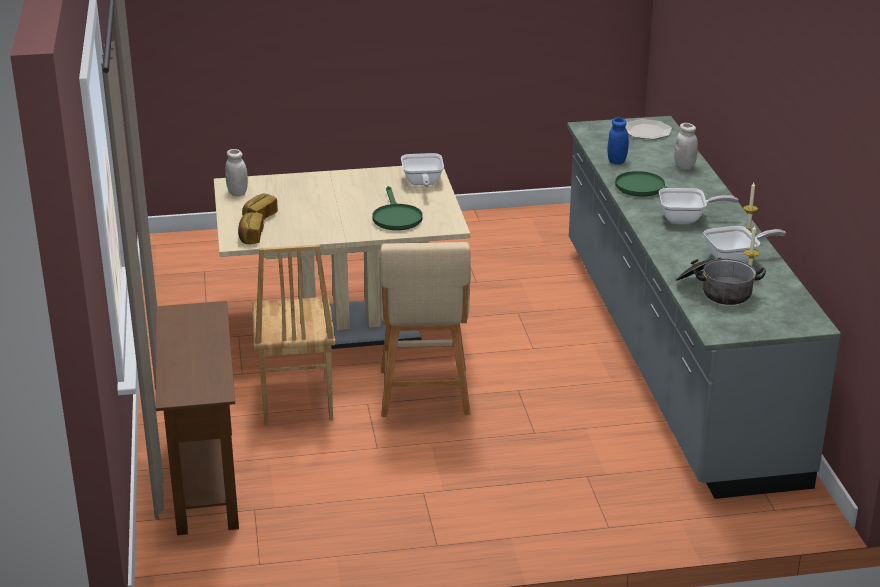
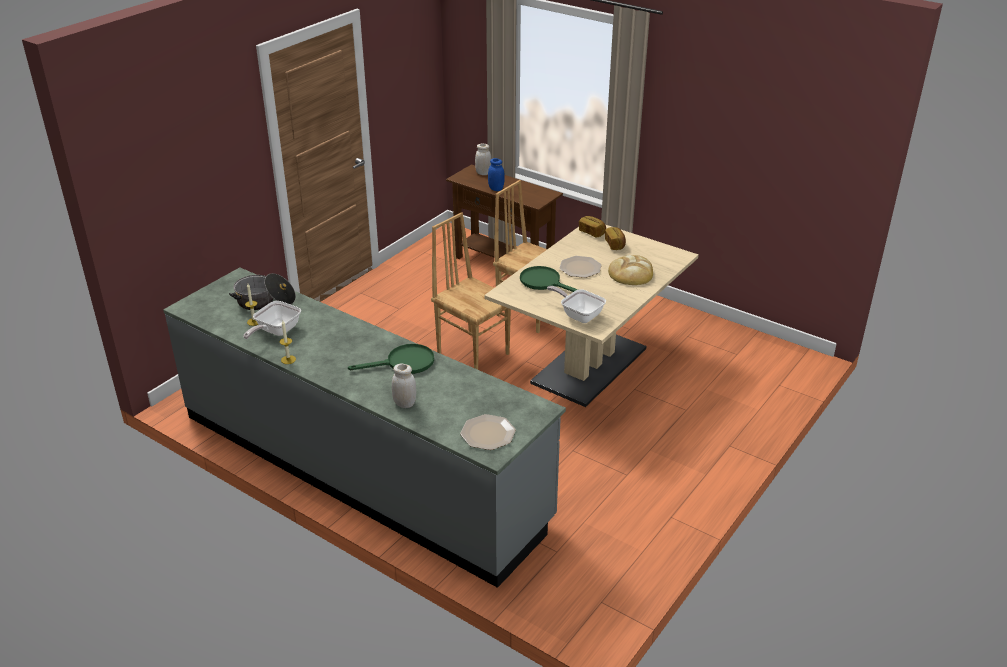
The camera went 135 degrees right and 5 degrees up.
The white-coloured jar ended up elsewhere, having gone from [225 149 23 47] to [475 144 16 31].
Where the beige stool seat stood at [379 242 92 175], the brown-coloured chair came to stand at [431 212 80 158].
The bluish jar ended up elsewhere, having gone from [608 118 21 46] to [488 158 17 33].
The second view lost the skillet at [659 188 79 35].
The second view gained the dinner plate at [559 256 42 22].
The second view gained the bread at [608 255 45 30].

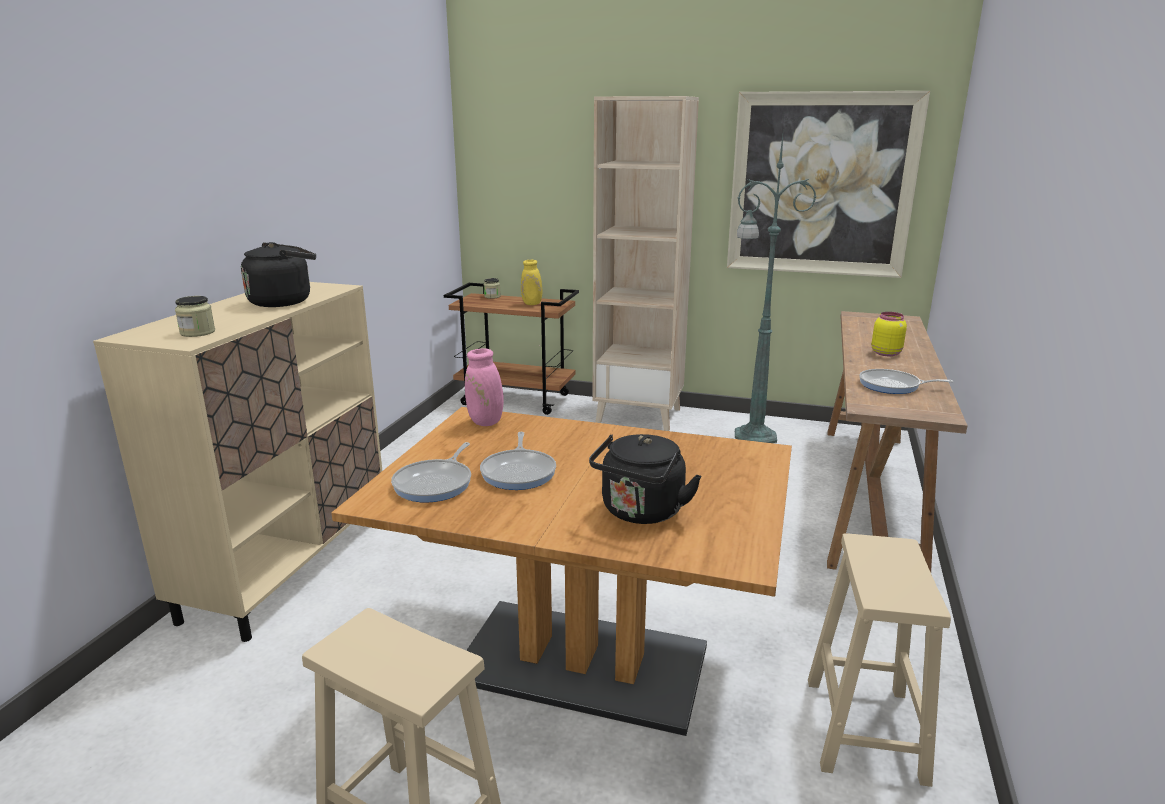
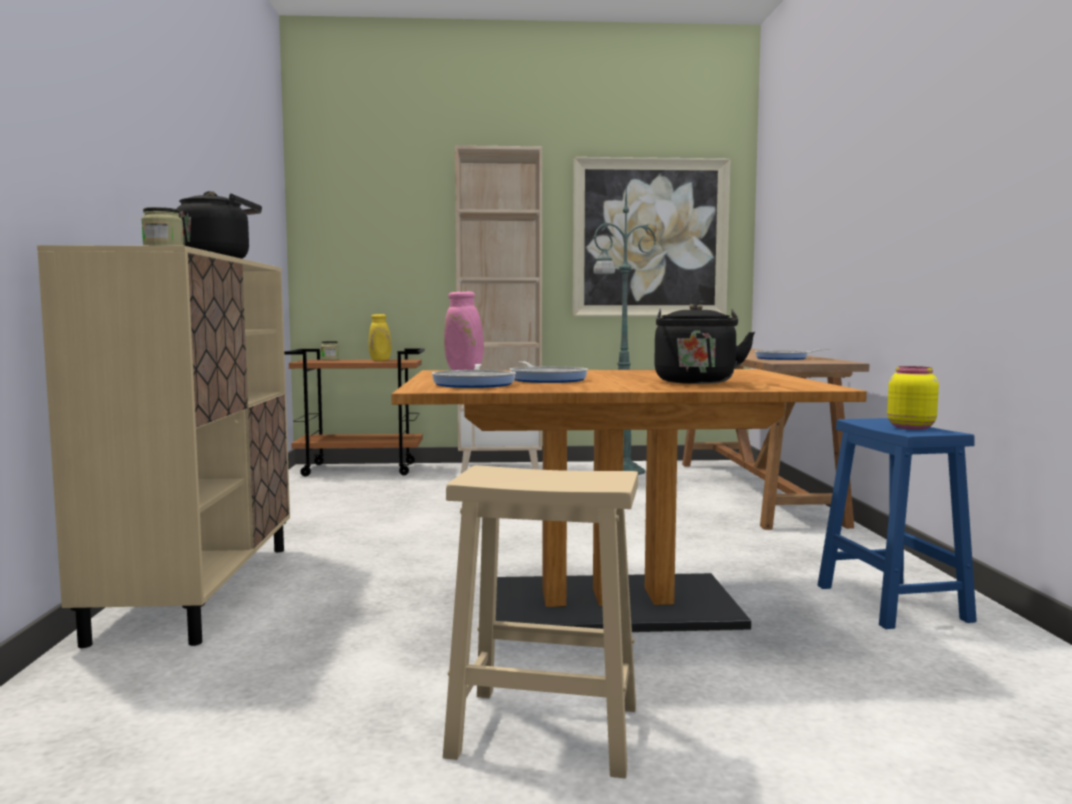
The camera went 20 degrees left and 15 degrees down.
What was the beige stool seat at [808 533 143 254] turned into the bluish stool seat at [818 418 159 211].
The yellowish jar ended up elsewhere, having gone from [871 312 36 44] to [887 366 52 64].

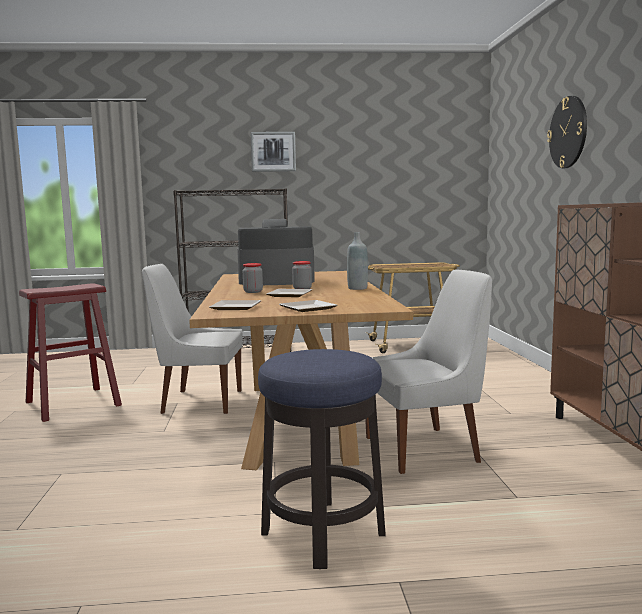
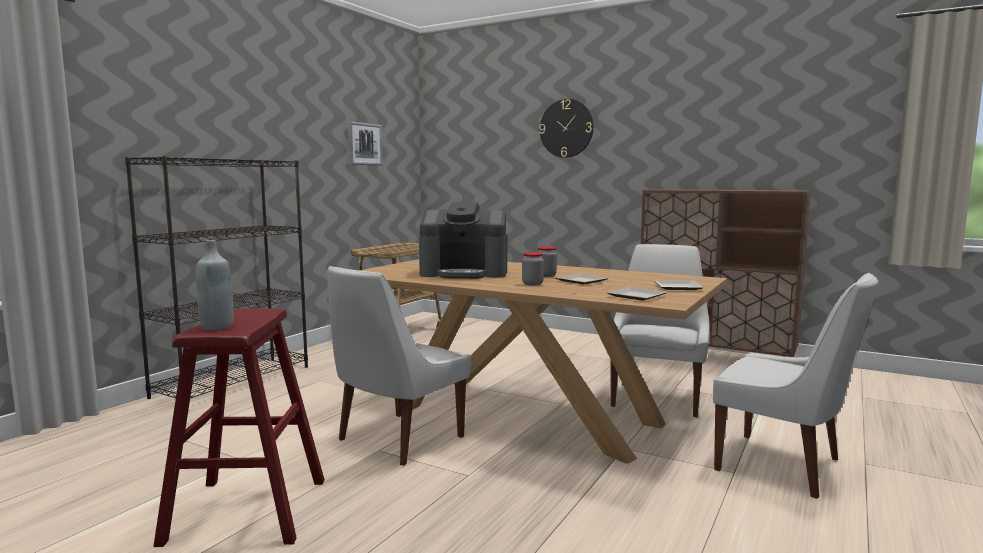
The camera went 55 degrees left and 0 degrees up.
The coffee brewer at [237 219 78 66] ended up facing another way, 120 degrees counterclockwise from before.
The wall picture ended up elsewhere, having gone from [250 132 46 40] to [348 121 35 44].
Where the stool seat stood at [258 349 128 220], the white-coloured chair came to stand at [713 273 165 226].
The grey drink bottle ended up elsewhere, having gone from [347 232 21 58] to [196 240 37 90].

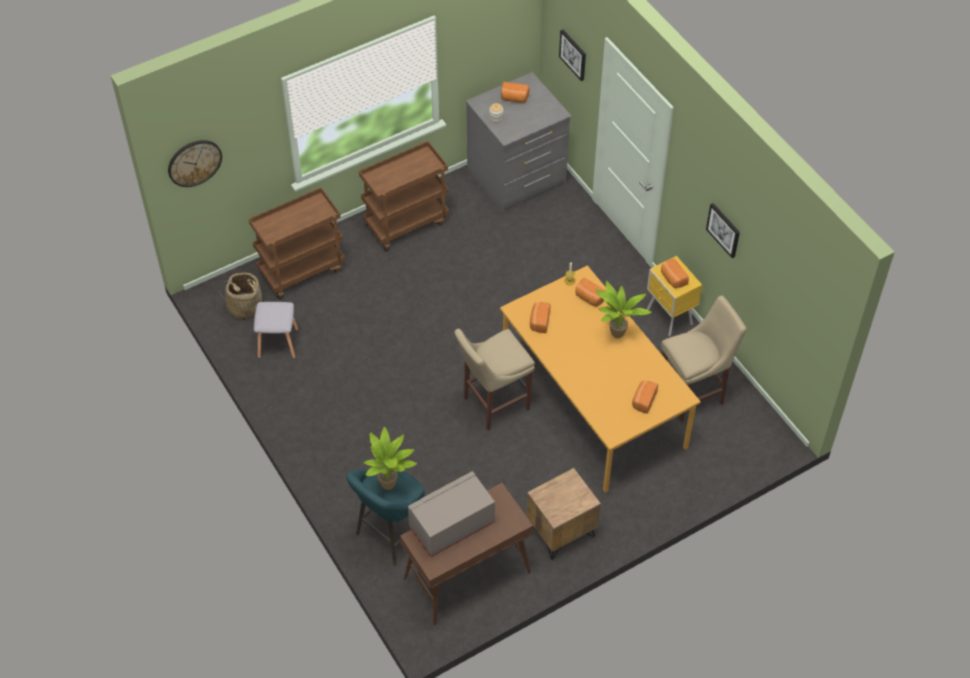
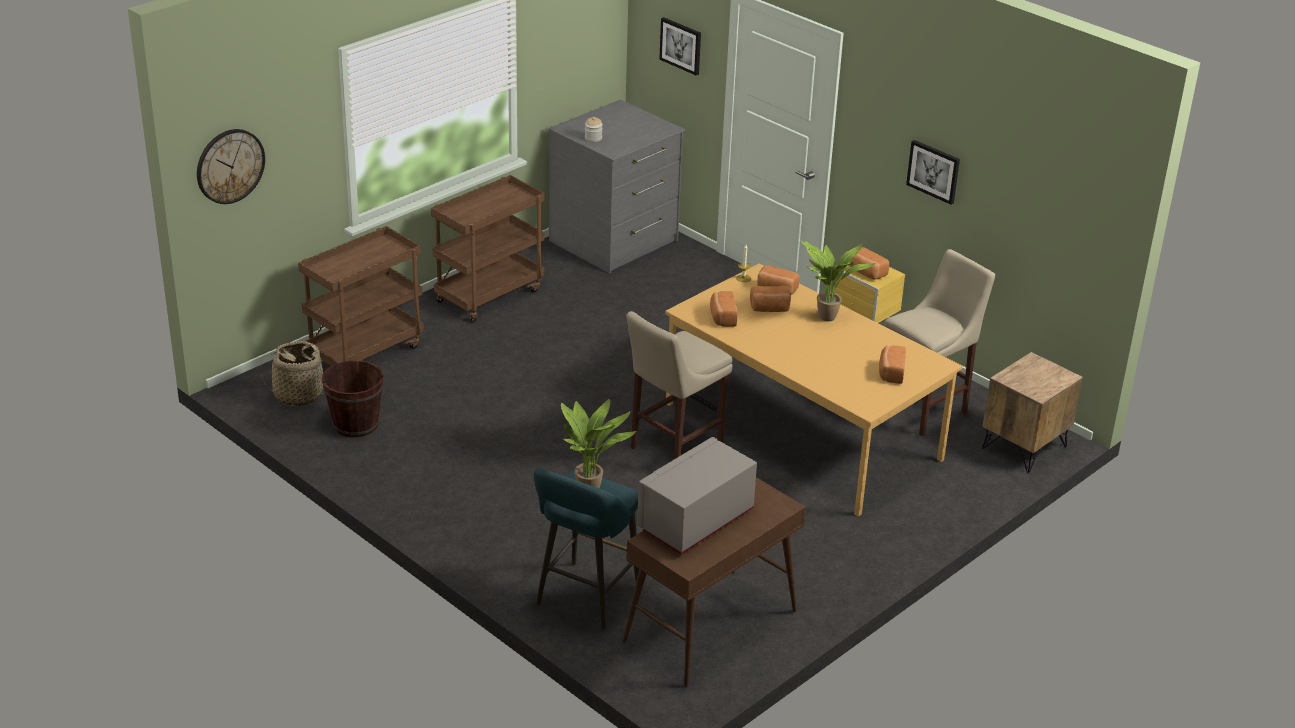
The camera went 15 degrees left and 20 degrees down.
Where the grey stool seat stood at [254 302 44 57], the brown-coloured bucket came to stand at [322 360 61 77].
The bread ended up elsewhere, having gone from [501 82 29 21] to [750 286 41 26].
The brown-coloured nightstand ended up elsewhere, having gone from [526 468 75 92] to [982 352 101 121].

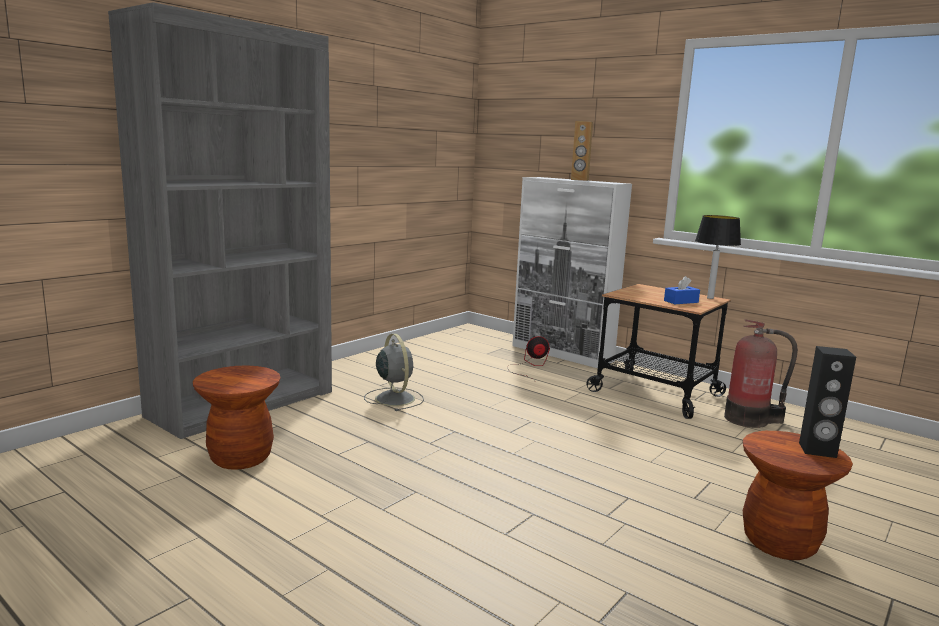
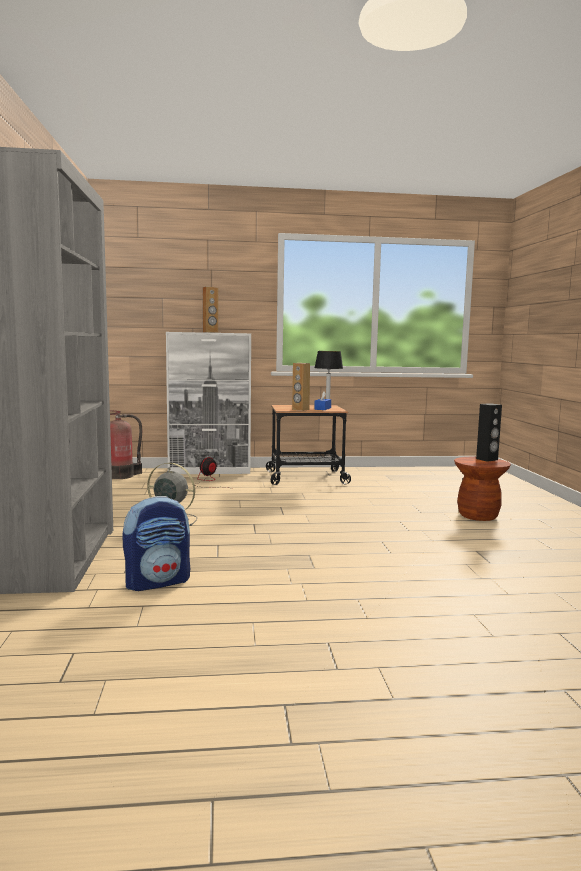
The camera went 45 degrees left and 5 degrees down.
Where the brown-coloured stool seat stood at [193 365 88 105], the backpack came to stand at [122 496 68 95].
The fire-fighting cylinder ended up elsewhere, having gone from [724 319 74 109] to [110 410 32 69].
The second view gained the brown-coloured audio speaker at [292 363 18 48].

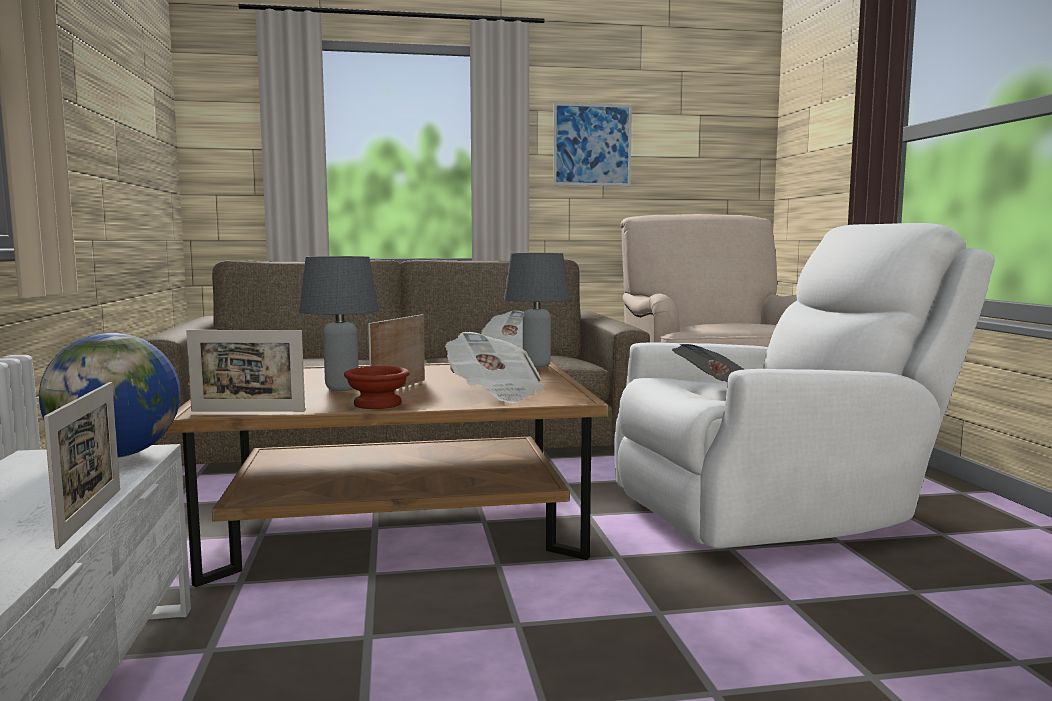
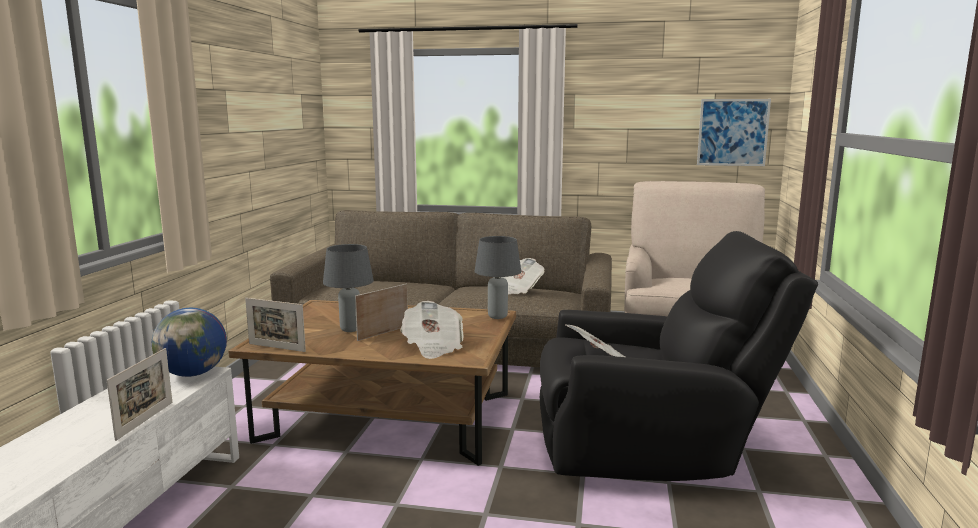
The camera went 20 degrees right and 5 degrees up.
The second view lost the brown-coloured serving bowl at [344 366 66 43].
The wall picture ended up elsewhere, having gone from [553 103 79 83] to [697 99 74 67].
What was the white-coloured lounge chair at [614 223 381 325] turned into the black lounge chair at [540 231 278 250].

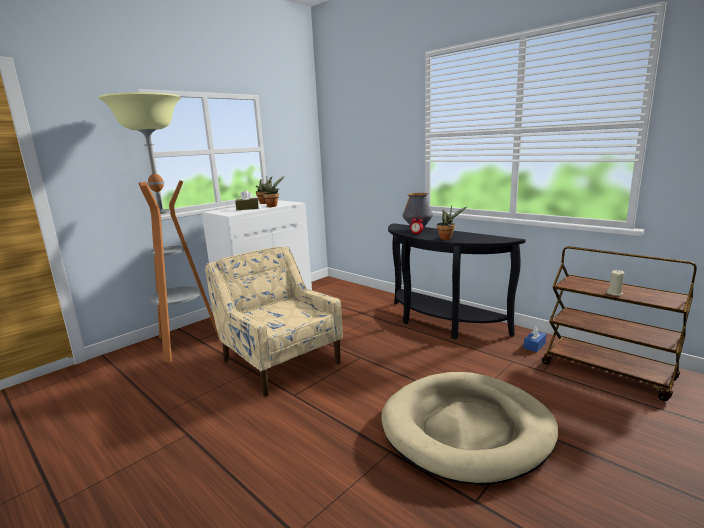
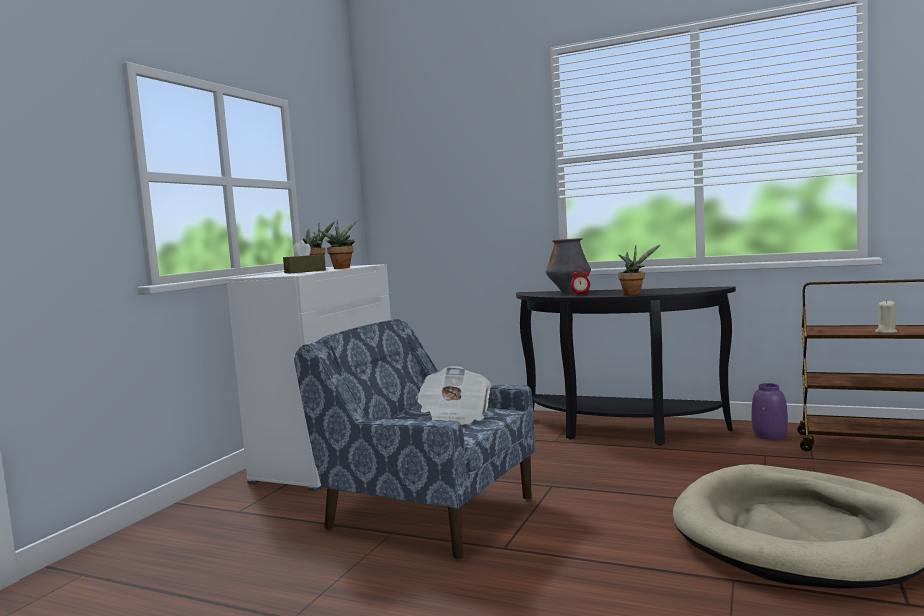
The camera went 20 degrees left and 10 degrees down.
The second view lost the standing lamp at [98 92 121 271].
What was the beige lounge chair at [205 246 138 151] turned into the bluish lounge chair at [294 319 241 240].
Where the bluish tissue holder stood at [523 326 23 26], the purple vase came to stand at [751 383 37 57].
The second view gained the newspaper at [416 366 75 59].

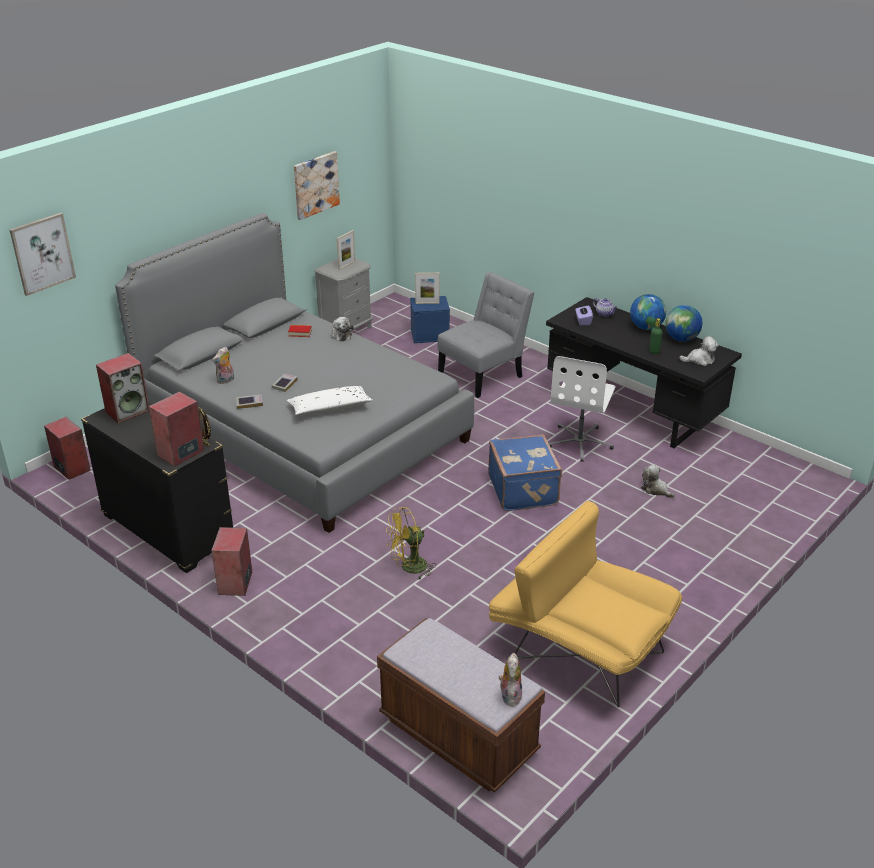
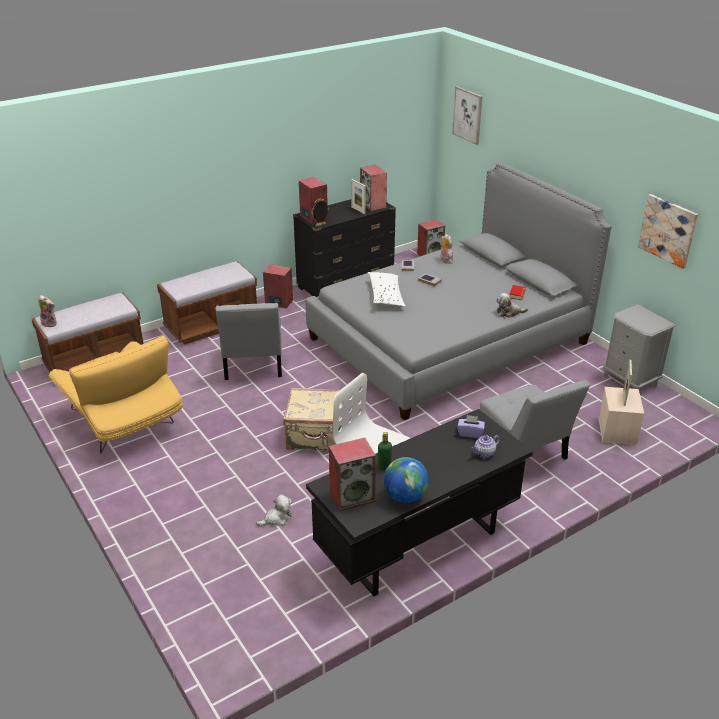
The camera went 105 degrees right and 0 degrees up.
The photo frame ended up elsewhere, having gone from [337 230 18 40] to [351 179 15 35].
Where the yellowish cooling fan stood at [386 507 50 73], the grey chair came to stand at [216 303 66 77].
What was the bluish storage box at [410 296 40 47] turned into the beige storage box at [598 387 46 58].
What was the bluish travel case at [488 434 74 77] turned into the beige travel case at [283 388 59 63].
The yellowish lounge chair at [489 501 193 206] ended up facing another way, 90 degrees clockwise from before.
The second view lost the globe at [630 294 36 36].
Where the cuddly toy stood at [679 336 40 30], the audio speaker came to stand at [329 438 47 73].
The second view gained the brown-coloured bench at [157 261 100 84].

